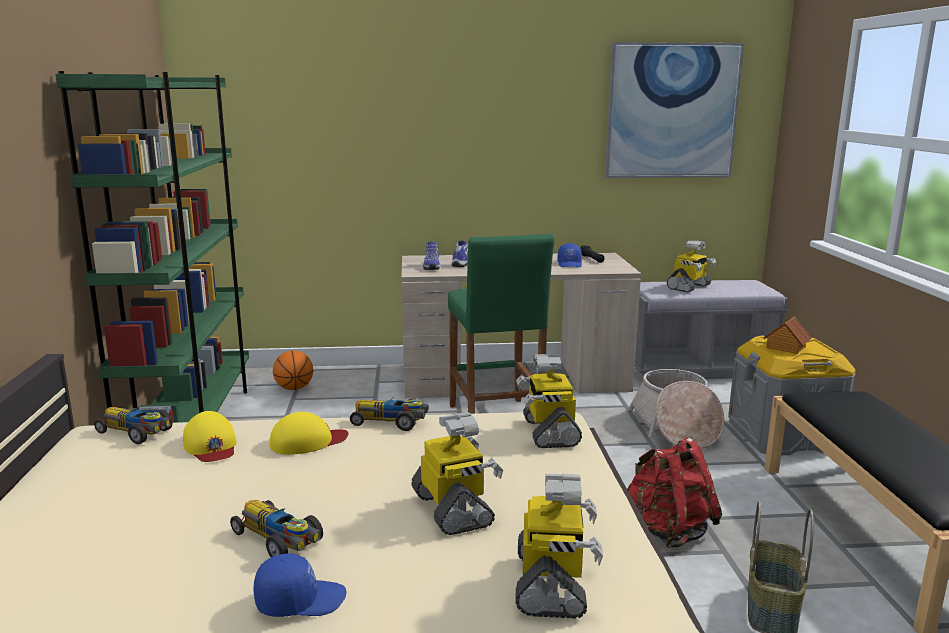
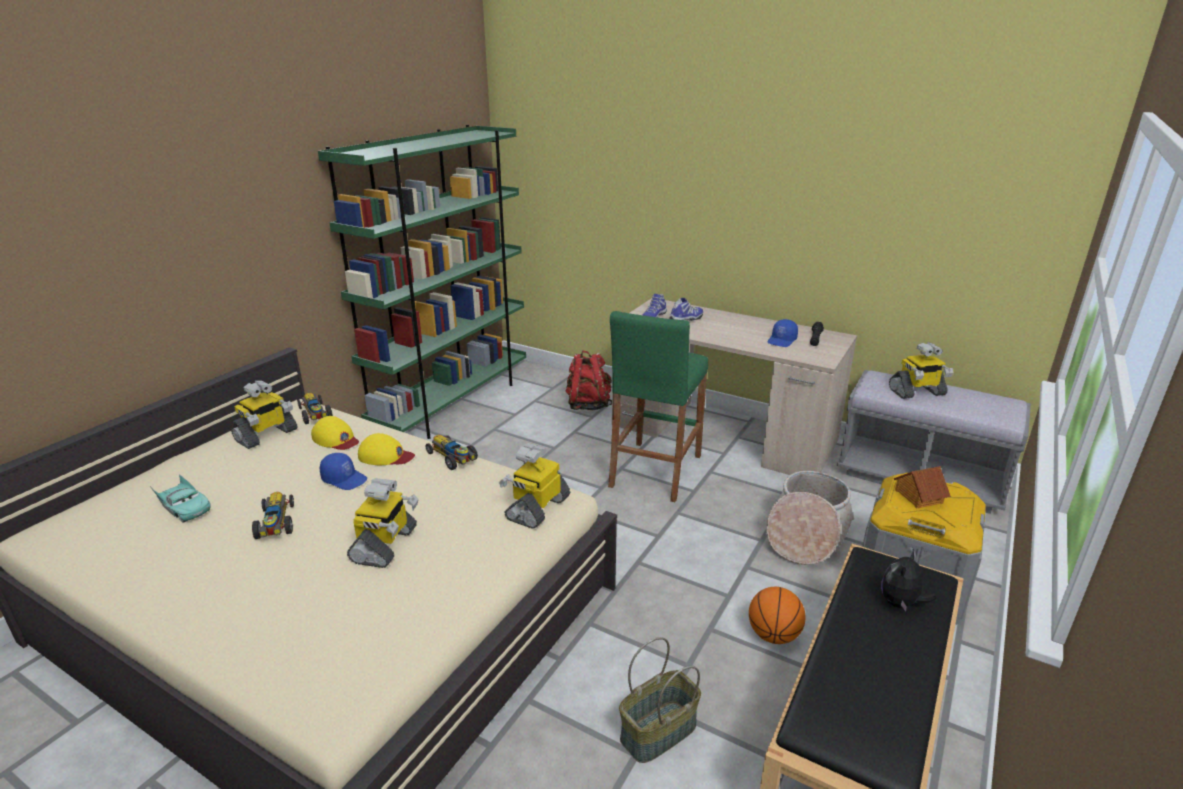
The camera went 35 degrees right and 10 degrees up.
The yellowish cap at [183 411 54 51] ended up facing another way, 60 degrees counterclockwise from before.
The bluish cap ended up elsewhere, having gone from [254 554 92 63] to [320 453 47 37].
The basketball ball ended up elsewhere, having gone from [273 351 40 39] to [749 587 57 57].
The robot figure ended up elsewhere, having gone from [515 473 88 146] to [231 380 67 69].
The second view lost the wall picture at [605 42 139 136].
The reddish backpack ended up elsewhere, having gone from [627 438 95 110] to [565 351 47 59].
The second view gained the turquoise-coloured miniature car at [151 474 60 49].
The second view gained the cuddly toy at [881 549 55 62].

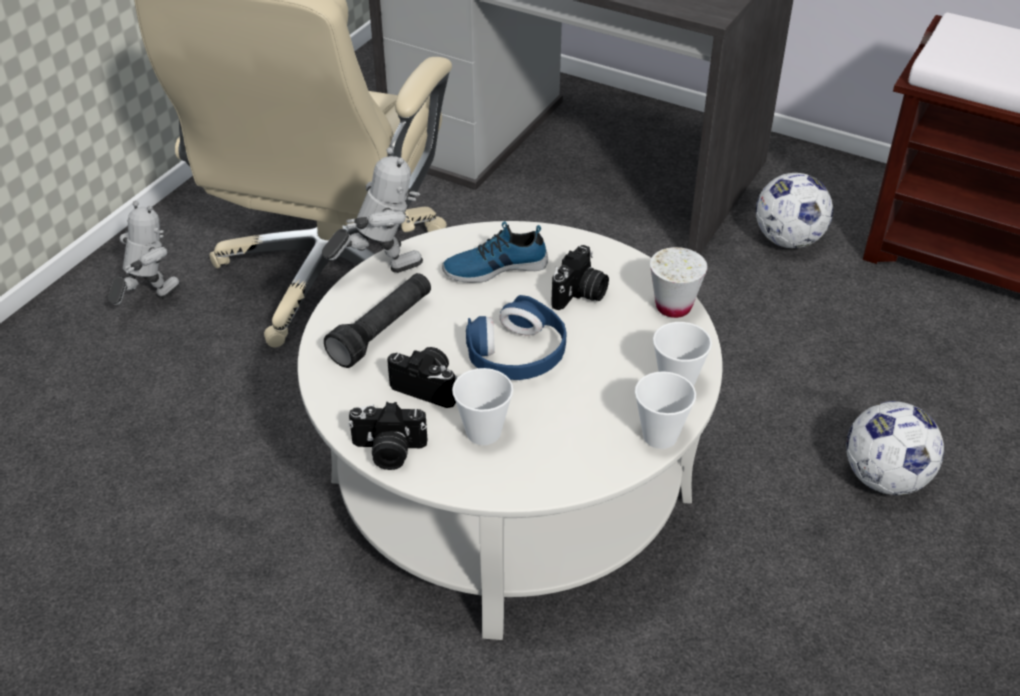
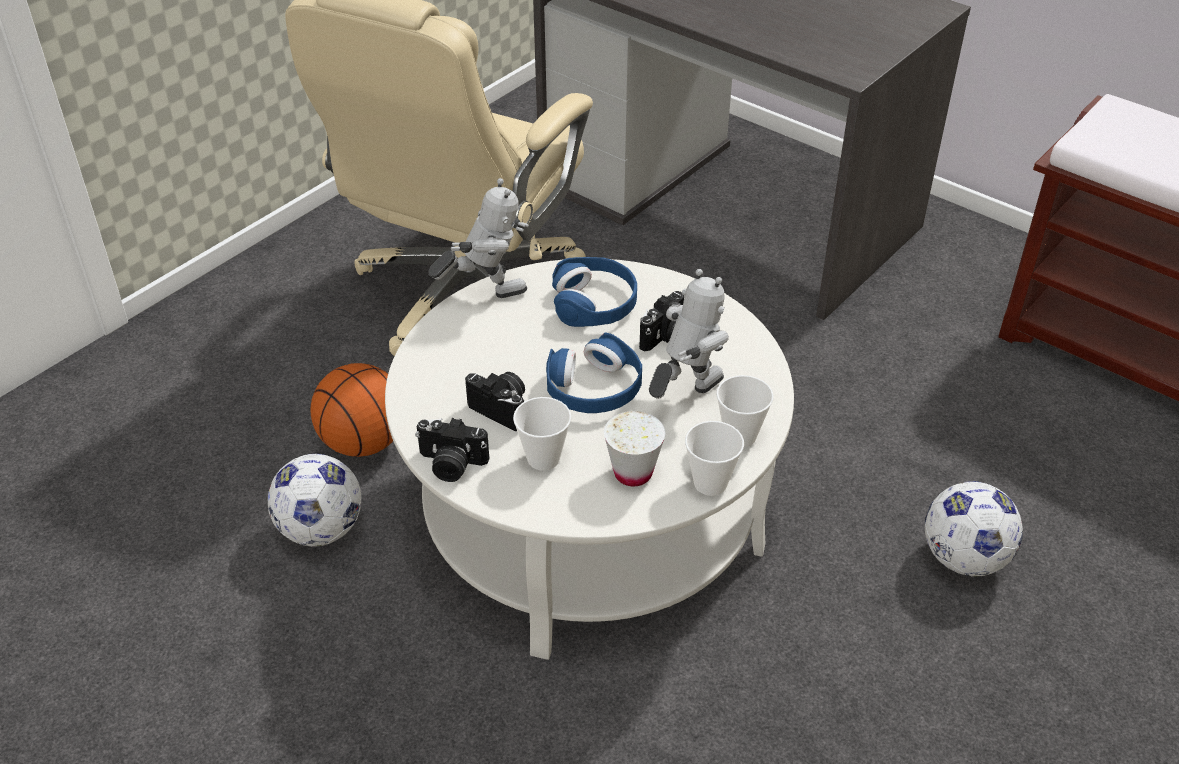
The camera went 10 degrees right and 0 degrees up.
The robot figure ended up elsewhere, having gone from [108 201 73 104] to [649 269 80 130].
The second view lost the black torch at [324 273 107 95].
Where the shoe stood at [442 221 106 62], the bluish headphones came to stand at [552 257 85 70].
The white-coloured small cup ended up elsewhere, having gone from [650 247 57 71] to [604 411 61 75].
The football ended up elsewhere, having gone from [756 173 77 75] to [268 454 94 93].
The second view gained the basketball ball at [310 363 83 94].

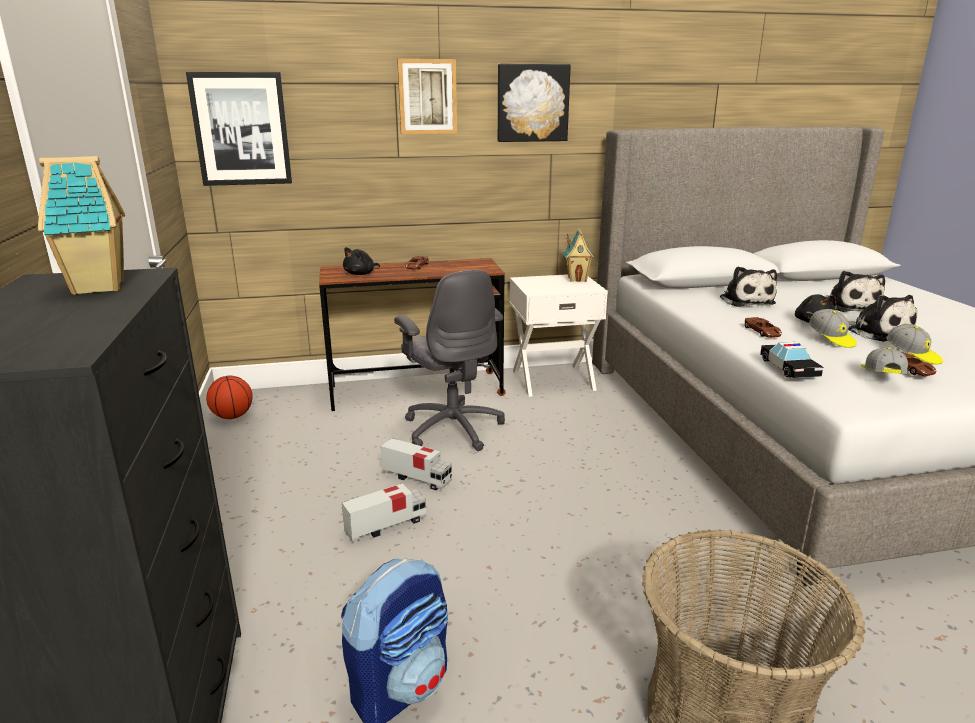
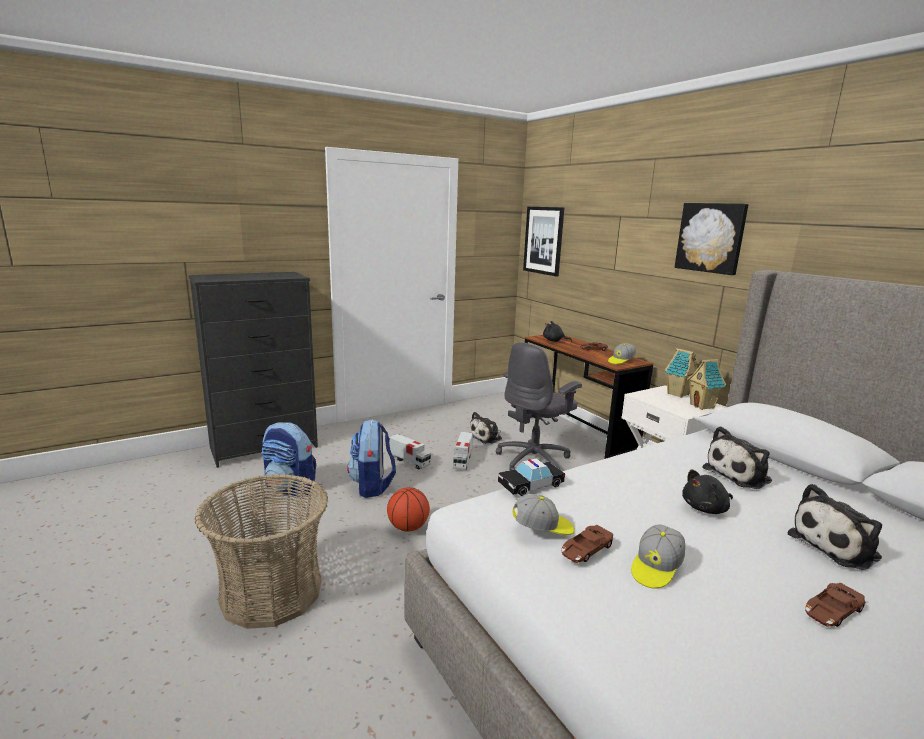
The camera went 70 degrees right and 5 degrees down.
The miniature house ended up elsewhere, having gone from [38 156 87 139] to [665 348 33 50].
The basketball ball ended up elsewhere, having gone from [206 375 47 44] to [387 487 43 45].
The second view lost the wall picture at [397 59 60 75].
The brown-coloured miniature car ended up elsewhere, having gone from [745 317 37 21] to [805 583 60 44].
The cap ended up elsewhere, having gone from [809 309 48 39] to [608 343 28 21].
The cuddly toy ended up elsewhere, having gone from [848 295 69 47] to [470 412 32 32].
The second view gained the backpack at [347 419 49 79].

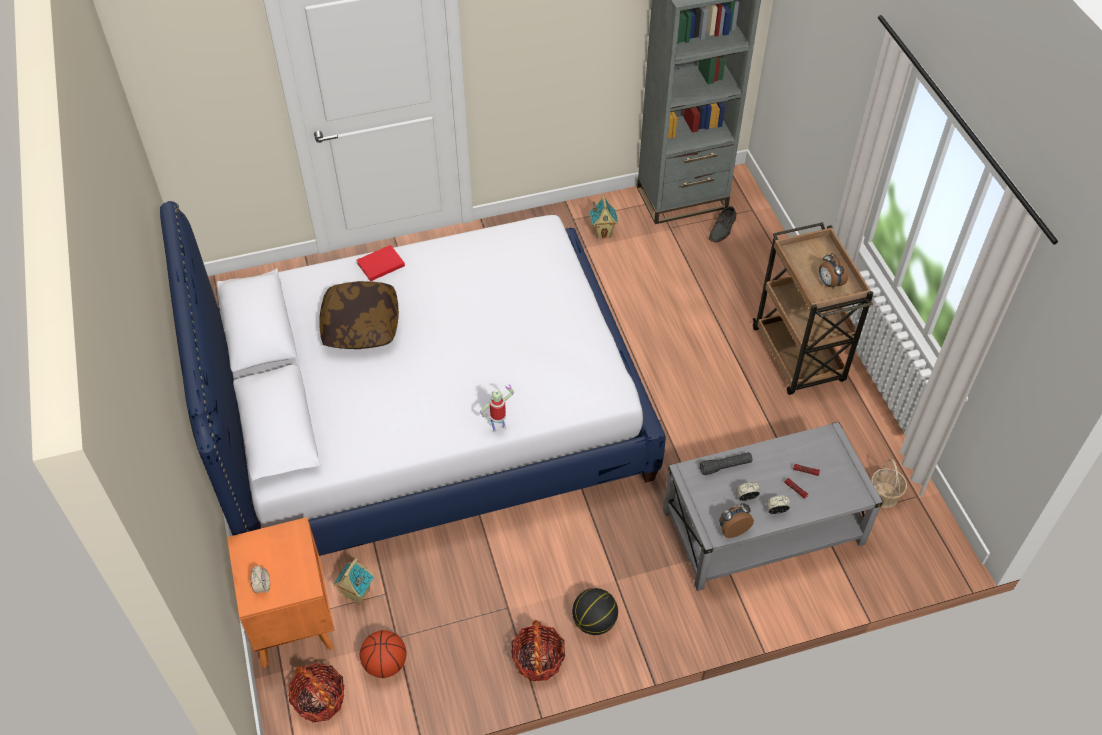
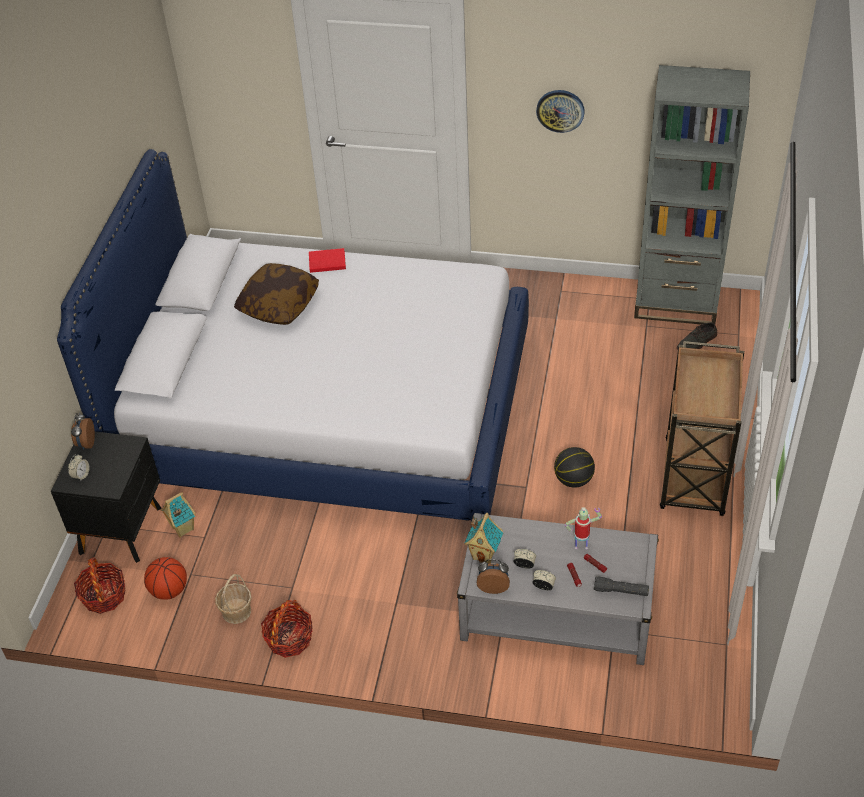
The camera went 30 degrees right and 5 degrees down.
What was the orange-coloured nightstand at [227 517 107 151] turned into the black nightstand at [51 432 111 131].
The robot figure ended up elsewhere, having gone from [480 385 34 47] to [565 507 37 42].
The basketball ball ended up elsewhere, having gone from [572 588 46 47] to [554 447 41 41].
The miniature house ended up elsewhere, having gone from [590 195 28 44] to [465 513 38 51].
The black torch ended up elsewhere, having gone from [700 452 52 23] to [594 576 55 20].
The alarm clock ended up elsewhere, having gone from [819 253 29 36] to [71 413 24 37].
The basket ended up elsewhere, having gone from [871 459 36 49] to [215 574 37 50].
The second view gained the hanging clock at [536 90 49 43].

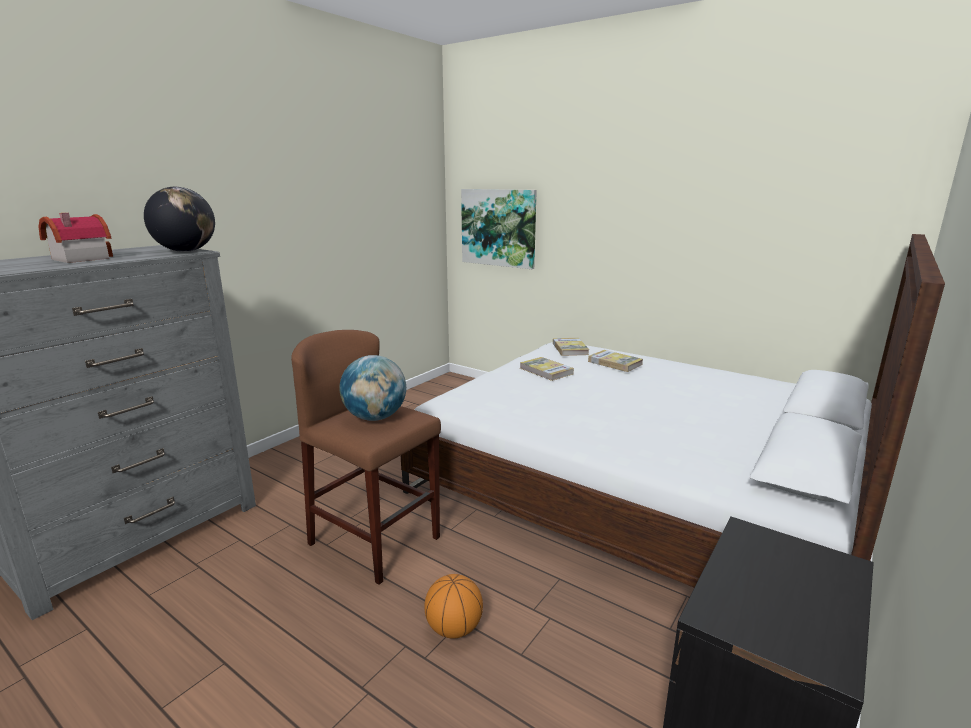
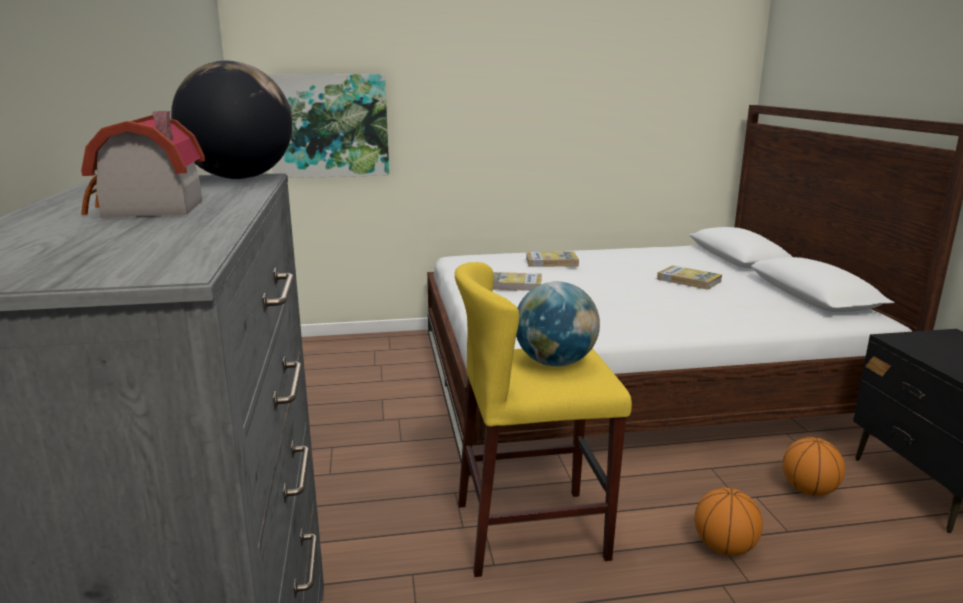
The camera went 45 degrees left and 0 degrees up.
What was the brown-coloured stool seat at [291 330 150 255] turned into the yellowish stool seat at [455 262 177 315].
The volume ended up elsewhere, having gone from [553 338 36 18] to [657 265 65 25].
The second view gained the basketball ball at [783 437 62 59].

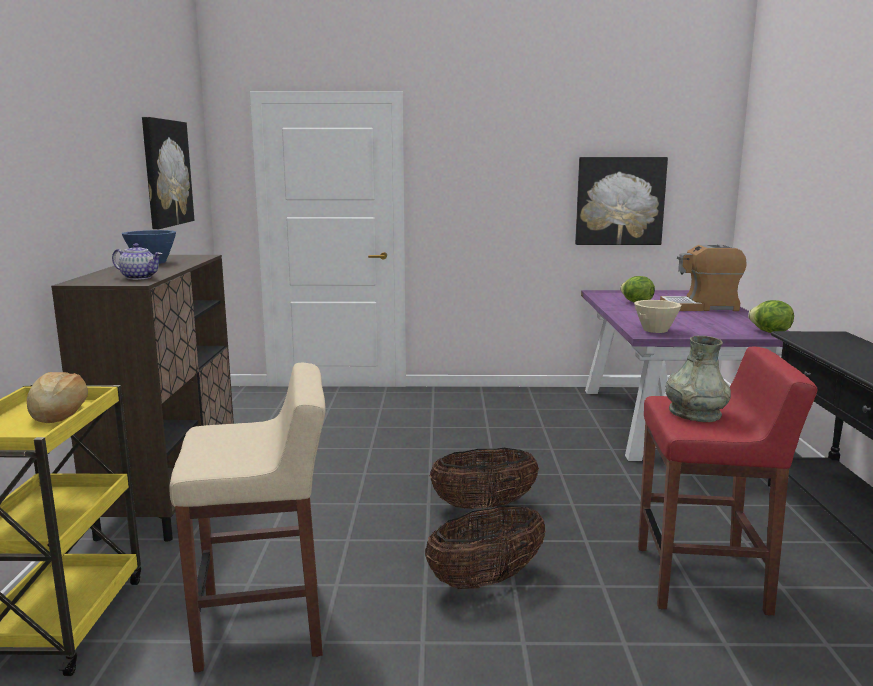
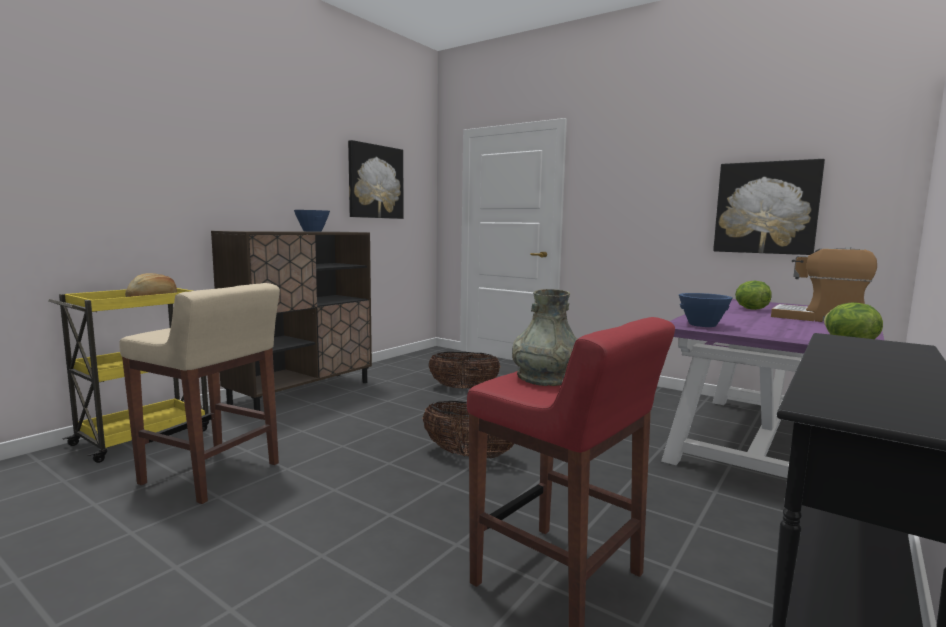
The camera went 35 degrees right and 5 degrees down.
The second view lost the tea pot at [112 243 50 37].
The basket ended up elsewhere, having gone from [425 505 121 84] to [429 352 72 37].
What was the beige serving bowl at [634 300 47 33] turned into the bluish serving bowl at [679 293 54 34].

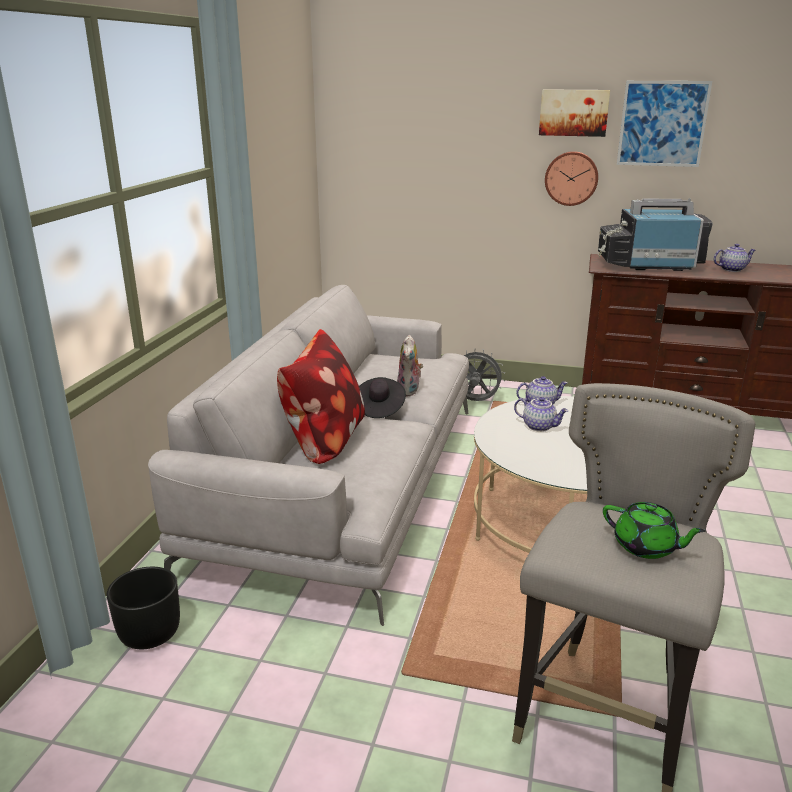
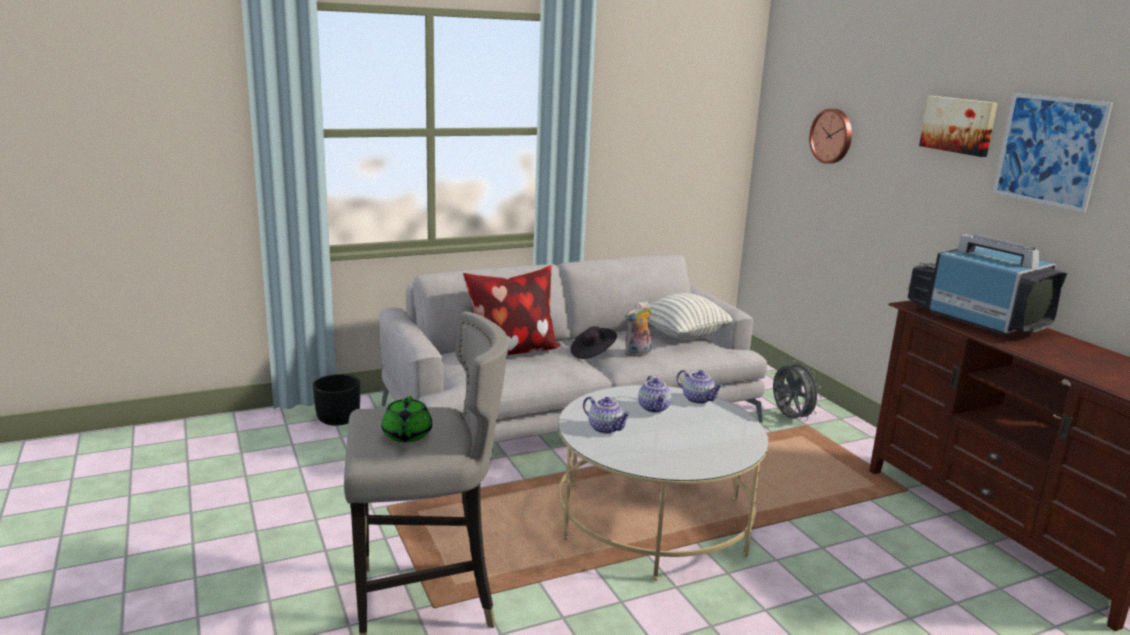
The camera went 50 degrees right and 5 degrees down.
The hanging clock ended up elsewhere, having gone from [545 151 53 55] to [809 109 43 55].
The tea pot ended up elsewhere, having gone from [713 244 42 28] to [583 396 48 38].
The second view gained the pillow at [649 293 84 47].

